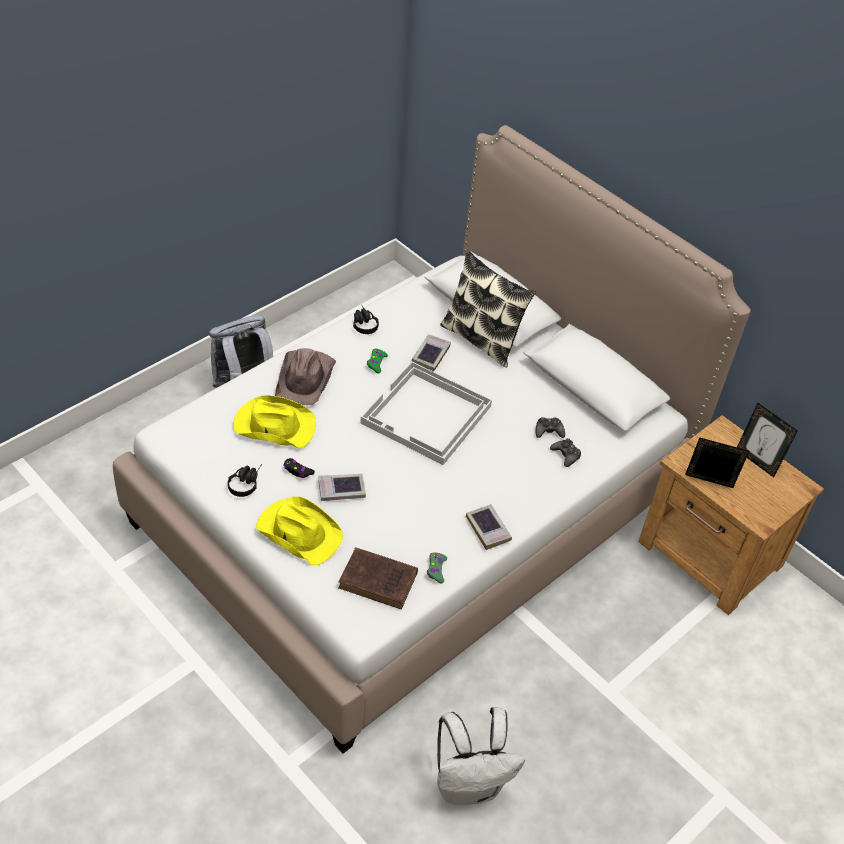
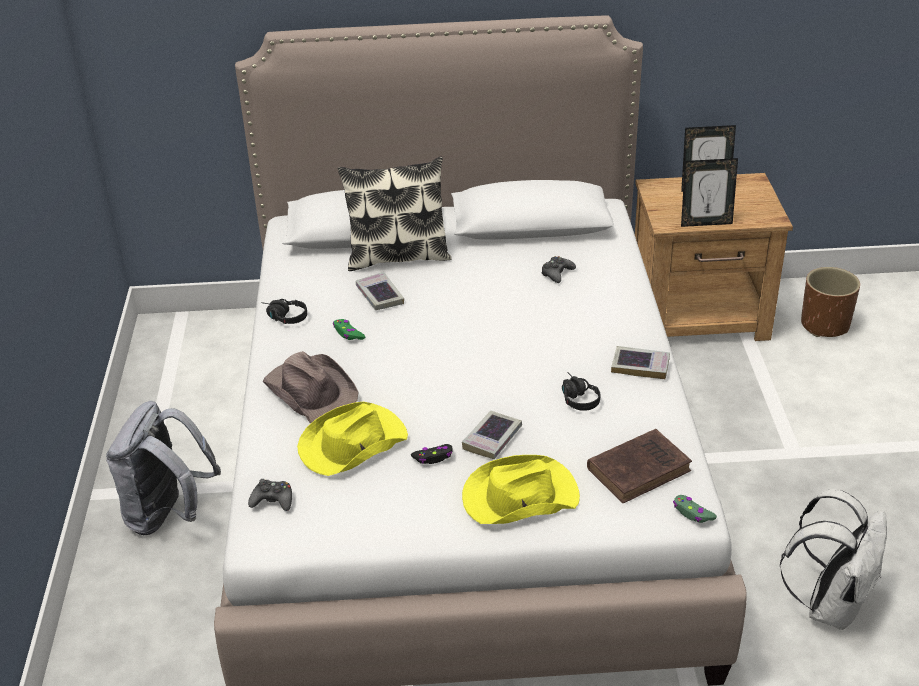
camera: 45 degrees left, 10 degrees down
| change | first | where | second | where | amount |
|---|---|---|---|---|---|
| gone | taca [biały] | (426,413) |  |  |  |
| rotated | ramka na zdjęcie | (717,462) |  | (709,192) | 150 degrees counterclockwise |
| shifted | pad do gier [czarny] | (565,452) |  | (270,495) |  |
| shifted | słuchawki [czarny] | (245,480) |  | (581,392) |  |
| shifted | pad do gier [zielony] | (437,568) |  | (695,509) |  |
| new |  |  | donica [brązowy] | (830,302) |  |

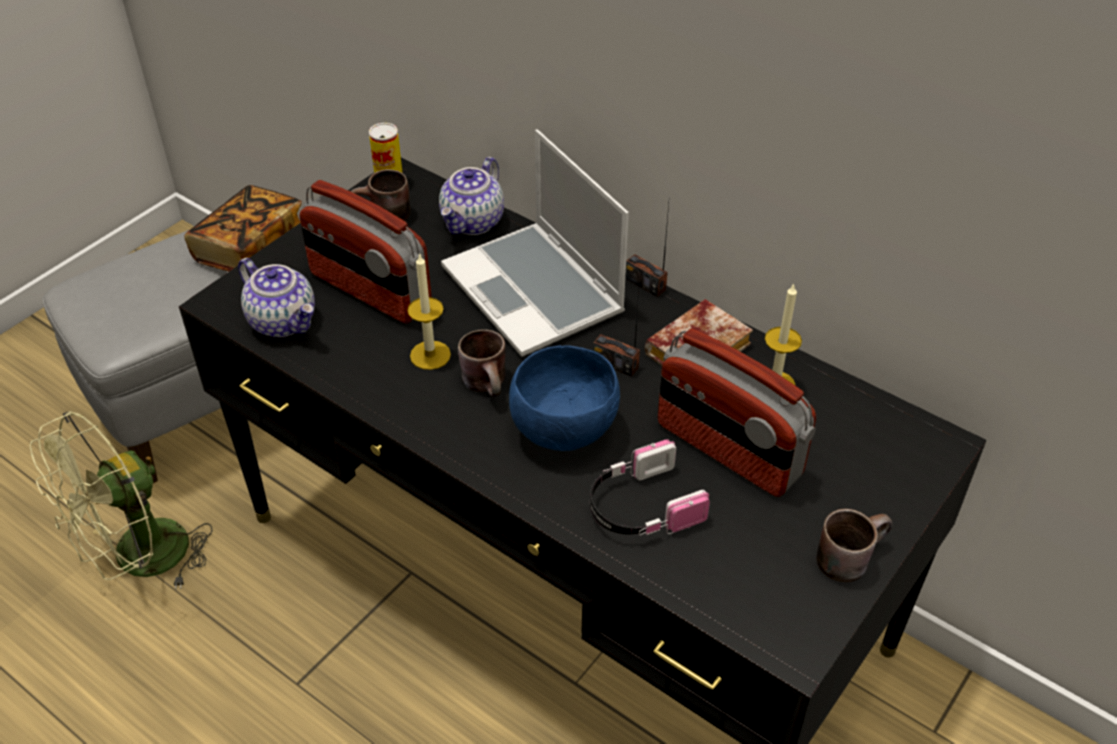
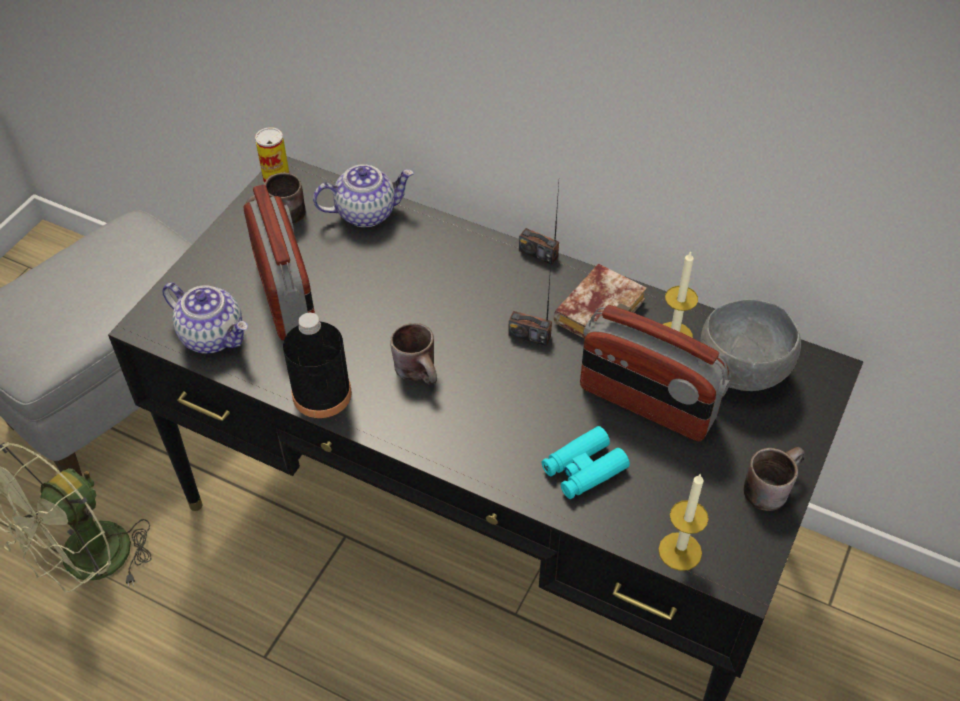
camera: 10 degrees left, 5 degrees up
| change | first | where | second | where | amount |
|---|---|---|---|---|---|
| gone | laptop | (535,243) |  |  |  |
| rotated | imbryk | (471,196) |  | (363,195) | 120 degrees counterclockwise |
| rotated | radio | (365,251) |  | (279,263) | 135 degrees counterclockwise |
| gone | książka | (243,228) |  |  |  |
| shifted | świeca | (429,311) |  | (683,522) |  |
| gone | miska [niebieski] | (564,398) |  |  |  |
| swapped | słuchawki | (650,487) | lornetka [turkusowy] | (586,462) |  |
| new |  |  | miska [szary] | (750,345) |  |
| new |  |  | butelka [czarny] | (317,365) |  |

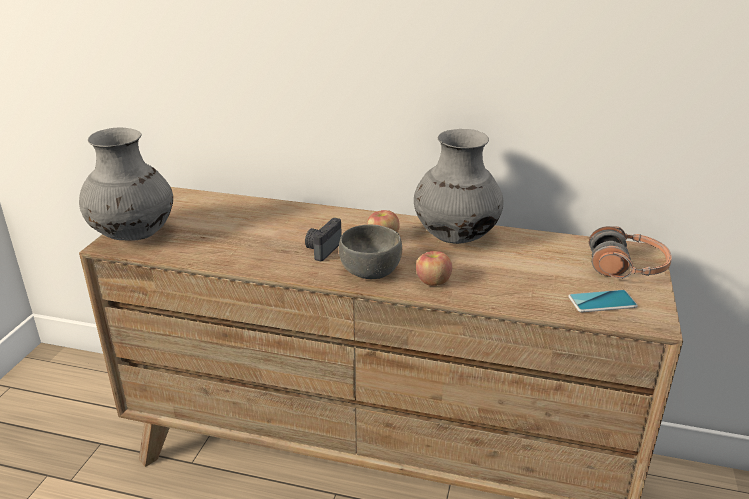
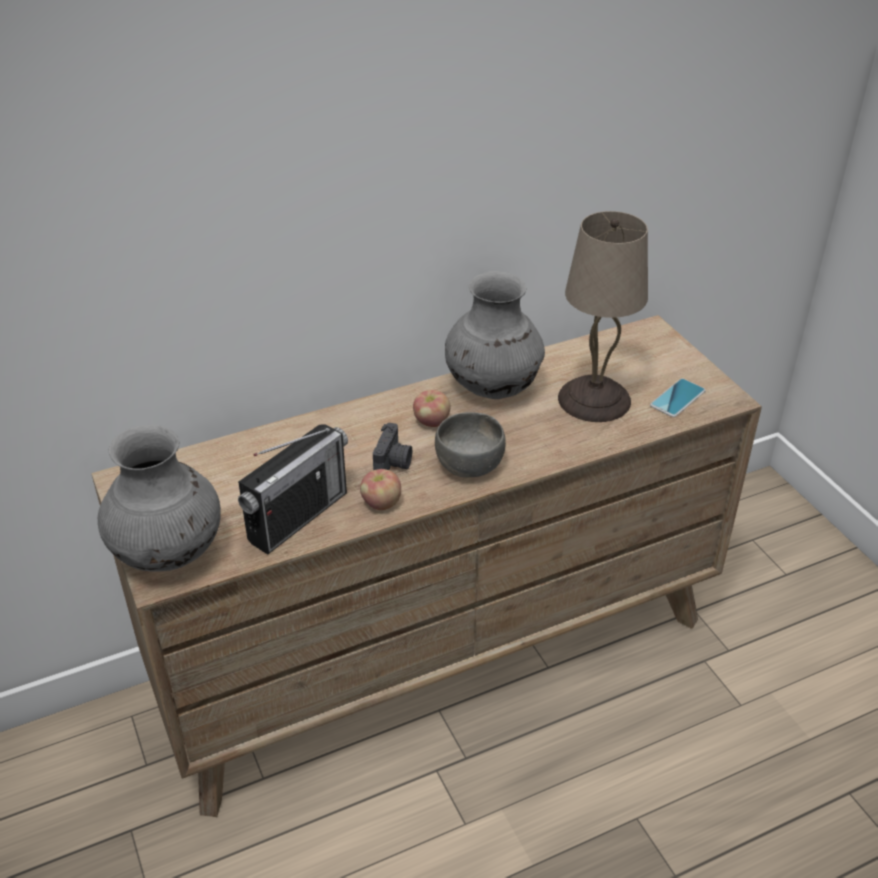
camera: 40 degrees left, 10 degrees up
| change | first | where | second | where | amount |
|---|---|---|---|---|---|
| rotated | aparat fotograficzny | (323,239) |  | (392,446) | 150 degrees counterclockwise |
| gone | słuchawki | (630,252) |  |  |  |
| shifted | jabłko | (434,268) |  | (380,489) |  |
| new |  |  | lampa stołowa [beżowy] | (603,316) |  |
| new |  |  | radio | (293,489) |  |

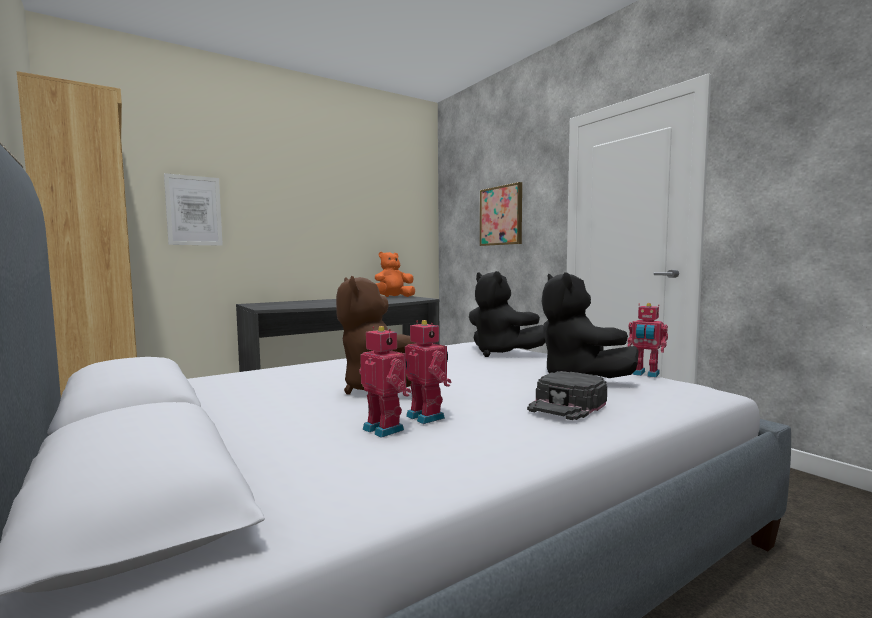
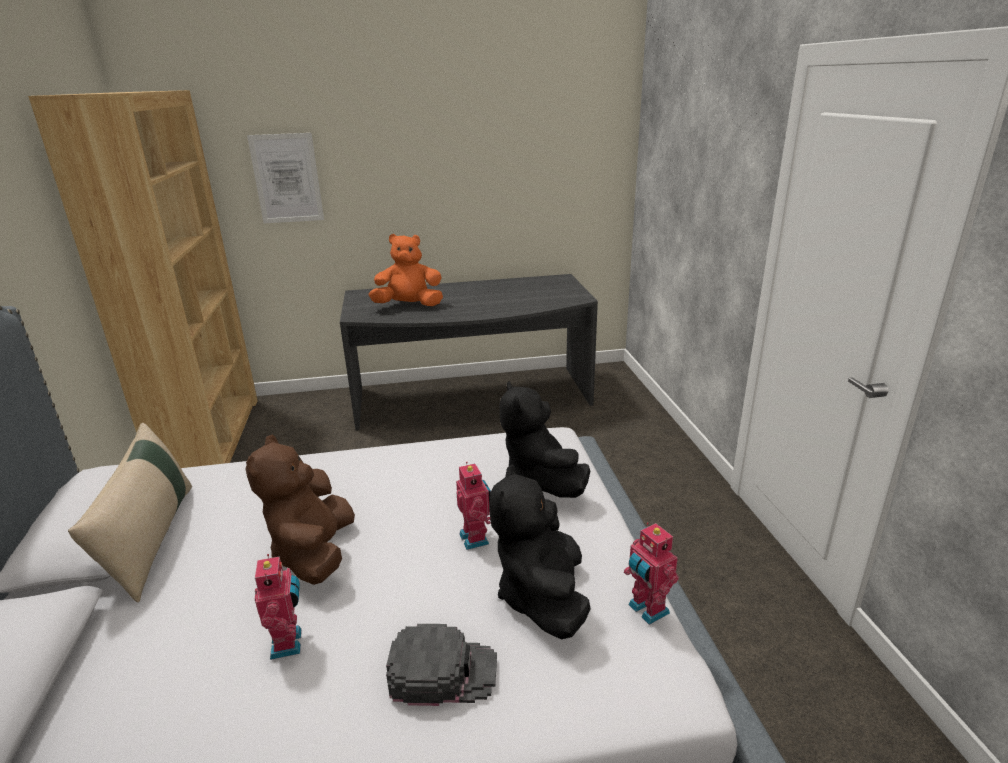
camera: 25 degrees right, 20 degrees up
| change | first | where | second | where | amount |
|---|---|---|---|---|---|
| gone | obraz | (501,214) |  |  |  |
| shifted | pluszak [pomarańczowy] | (395,274) |  | (406,270) |  |
| shifted | robot zabawkowy | (385,382) |  | (473,506) |  |
| rotated | czapka z daszkiem [czarny] | (567,395) |  | (441,665) | 150 degrees counterclockwise |
| new |  |  | poduszka [beżowy] | (130,512) |  |

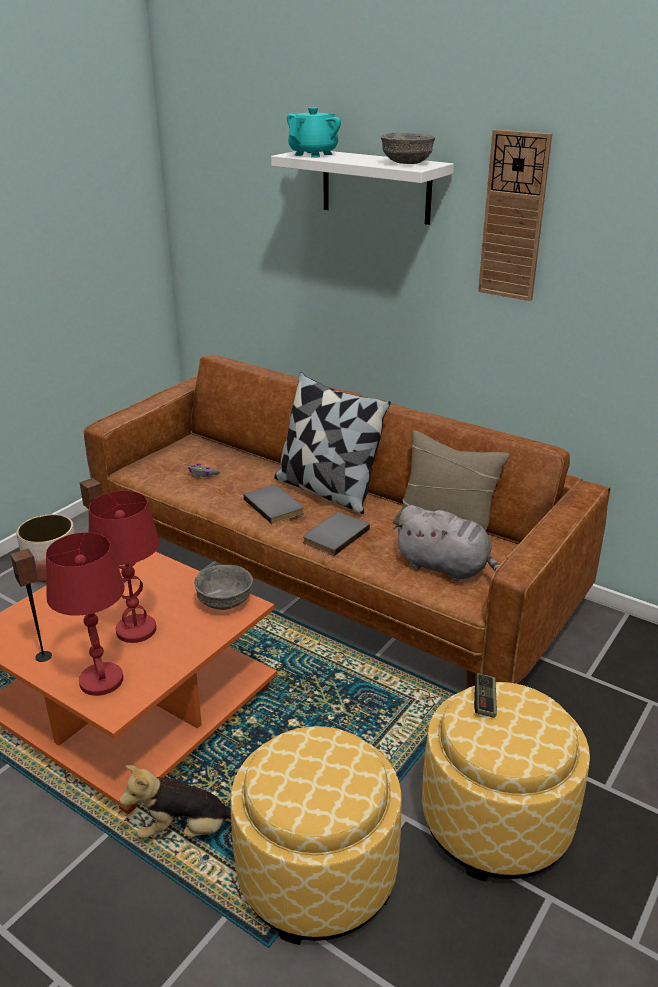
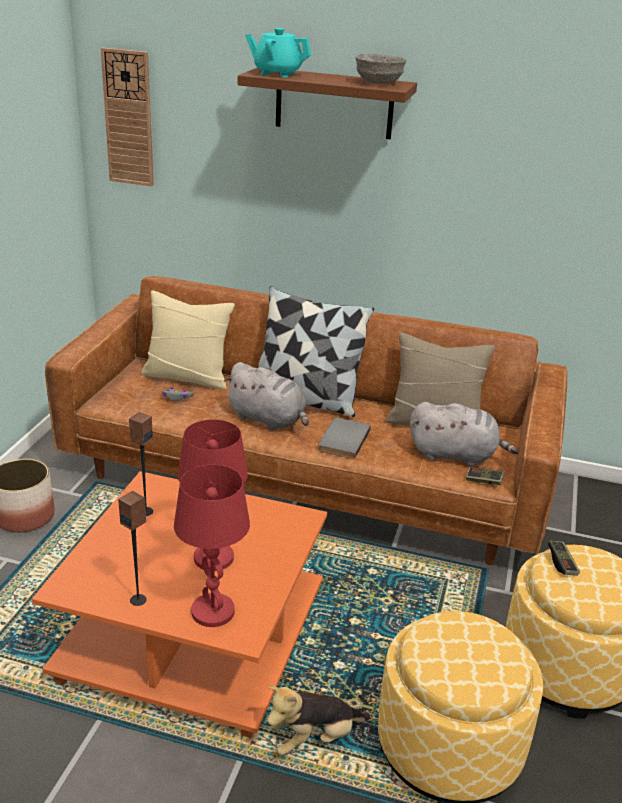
camera: 20 degrees left, 0 degrees up
| change | first | where | second | where | amount |
|---|---|---|---|---|---|
| rotated | imbryk [turkusowy] | (314,132) |  | (278,52) | 90 degrees counterclockwise |
| shifted | zegar ścienny | (515,215) |  | (127,116) |  |
| repainted | półka [biały] | (362,188) | półka [brązowy] | (327,103) |  |
| swapped | książka [szary] | (273,504) | pluszak [szary] | (266,396) |  |
| gone | miska [szary] | (223,587) |  |  |  |
| new |  |  | poduszka [beżowy] | (188,340) |  |
| new |  |  | pad do gier | (485,476) |  |

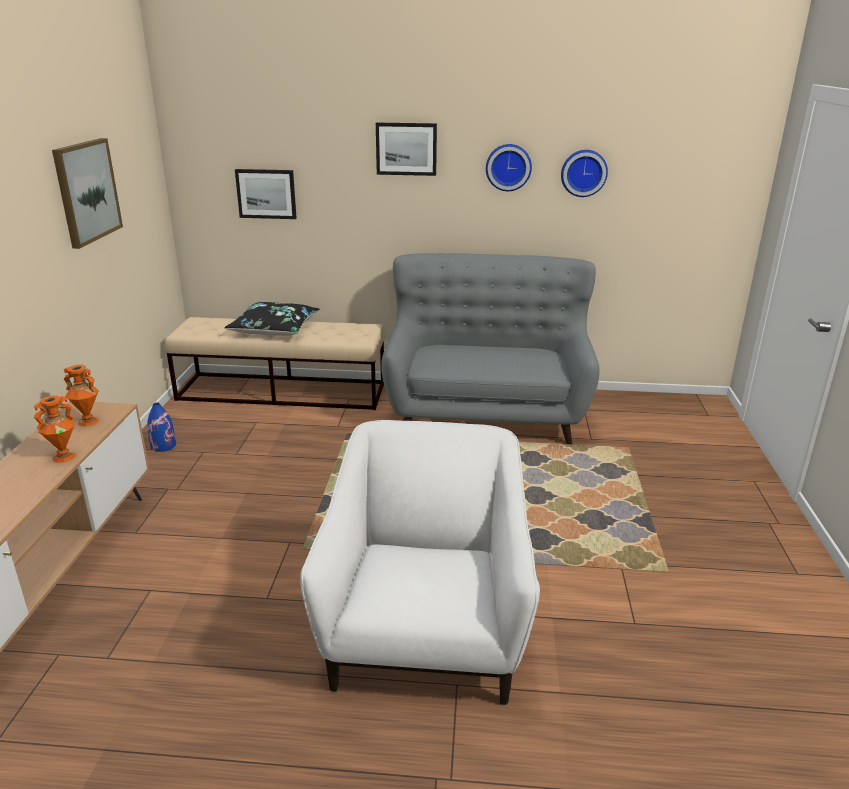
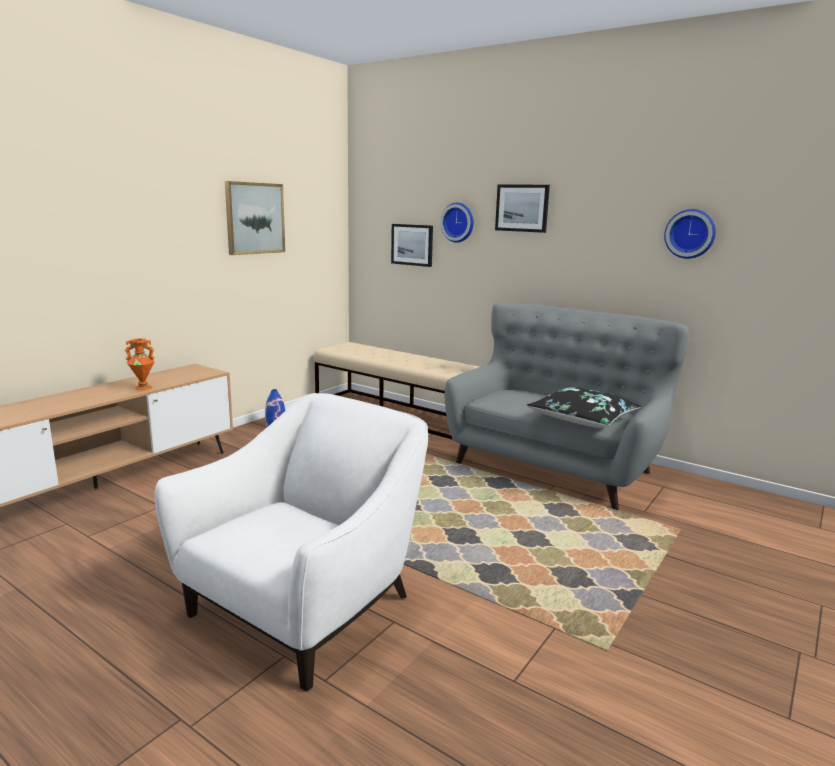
camera: 30 degrees right, 10 degrees down
| change | first | where | second | where | amount |
|---|---|---|---|---|---|
| shifted | zegar ścienny | (509,167) |  | (457,222) |  |
| shifted | poduszka [czarny] | (272,319) |  | (583,407) |  |
| gone | wazon [pomarańczowy] | (81,396) |  |  |  |

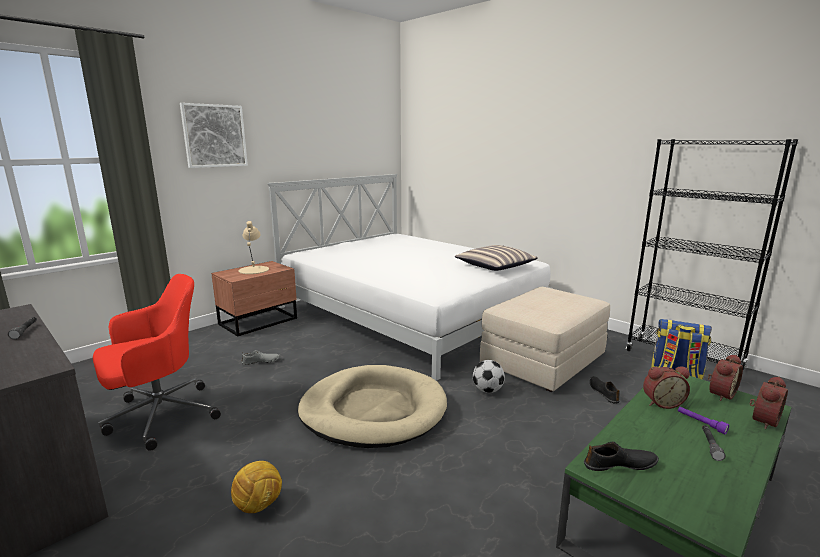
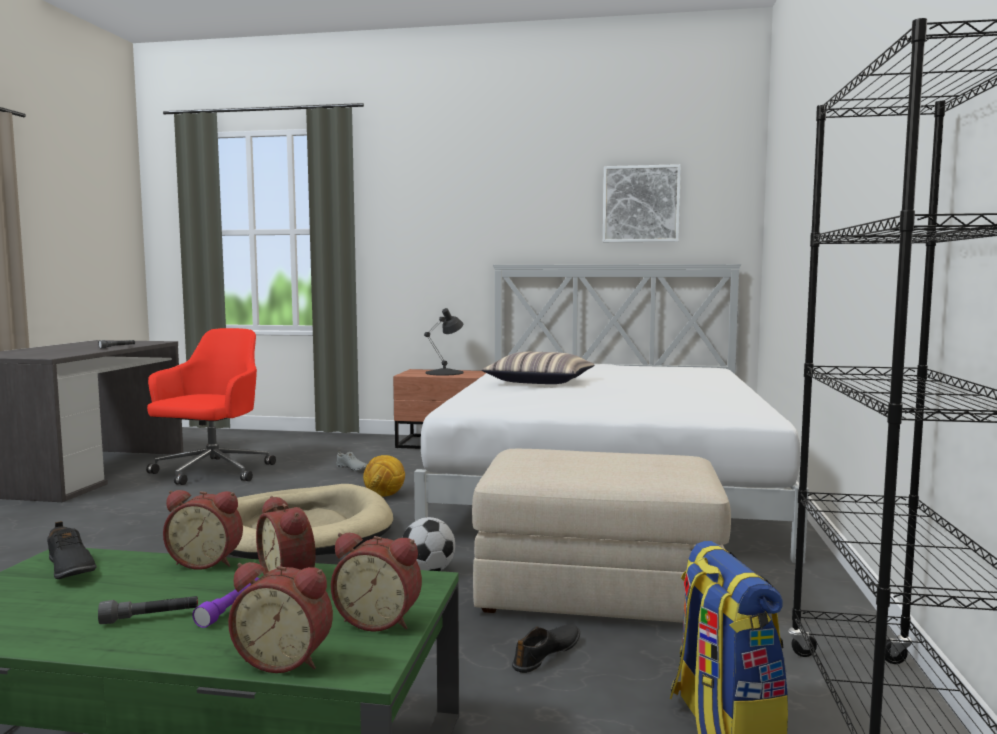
camera: 55 degrees right, 10 degrees down
| change | first | where | second | where | amount |
|---|---|---|---|---|---|
| shifted | obraz | (214,135) |  | (642,203) |  |
| repainted | lampa stołowa [beżowy] | (254,247) | lampa stołowa [czarny] | (444,342) |  |
| shifted | poduszka | (496,258) |  | (538,368) |  |
| rotated | krzesło biurowe [czerwony] | (157,362) |  | (211,406) | 90 degrees counterclockwise |
| shifted | piłka futbolowa | (256,487) |  | (384,476) |  |
| new |  |  | budzik | (203,530) |  |

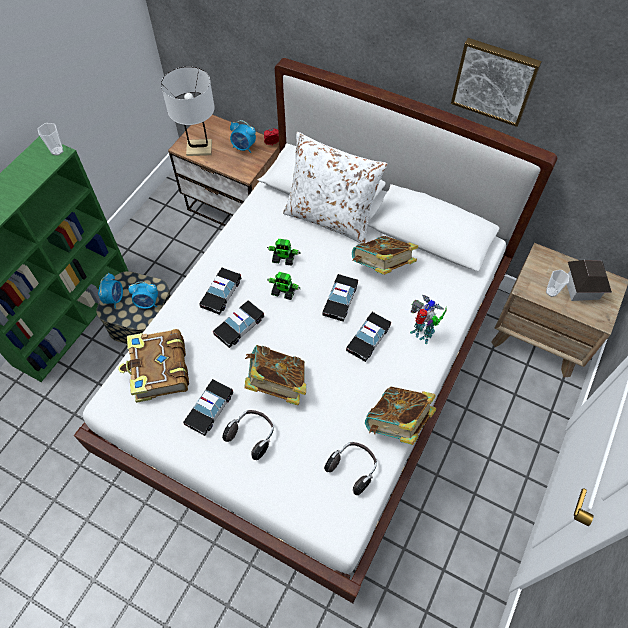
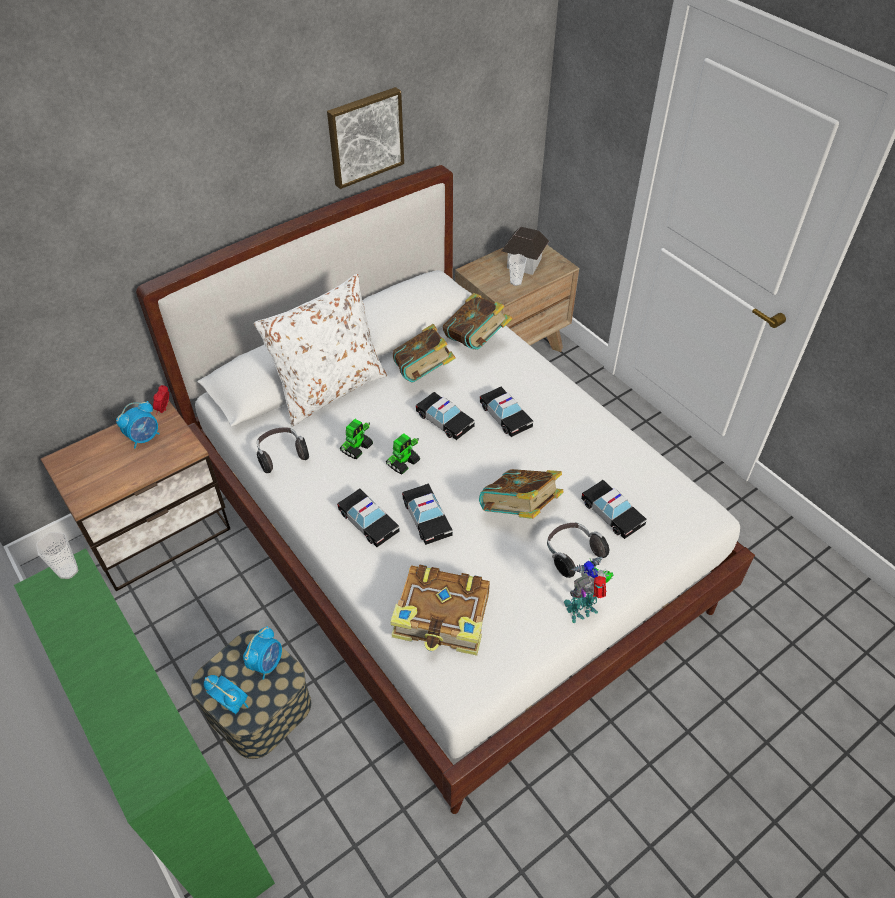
camera: 65 degrees left, 10 degrees down
| change | first | where | second | where | amount |
|---|---|---|---|---|---|
| gone | lampa stołowa [biały] | (188,111) |  |  |  |
| shifted | robot zabawkowy | (428,319) |  | (589,590) |  |
| shifted | samochodzik | (208,407) |  | (614,509) |  |
| shifted | książka | (400,416) |  | (478,321) |  |
| shifted | słuchawki | (350,468) |  | (283,450) |  |

